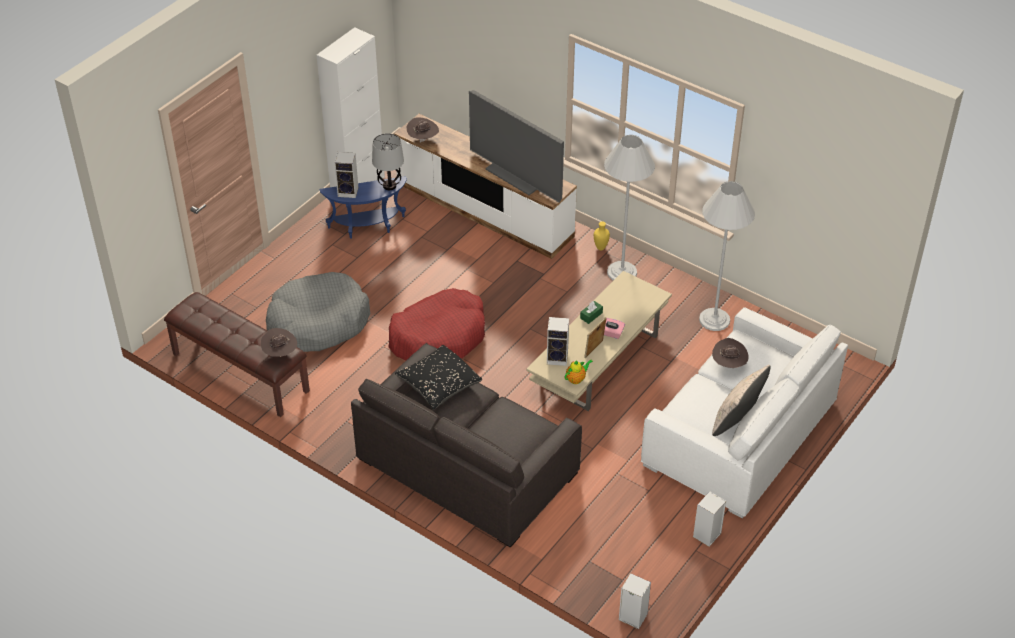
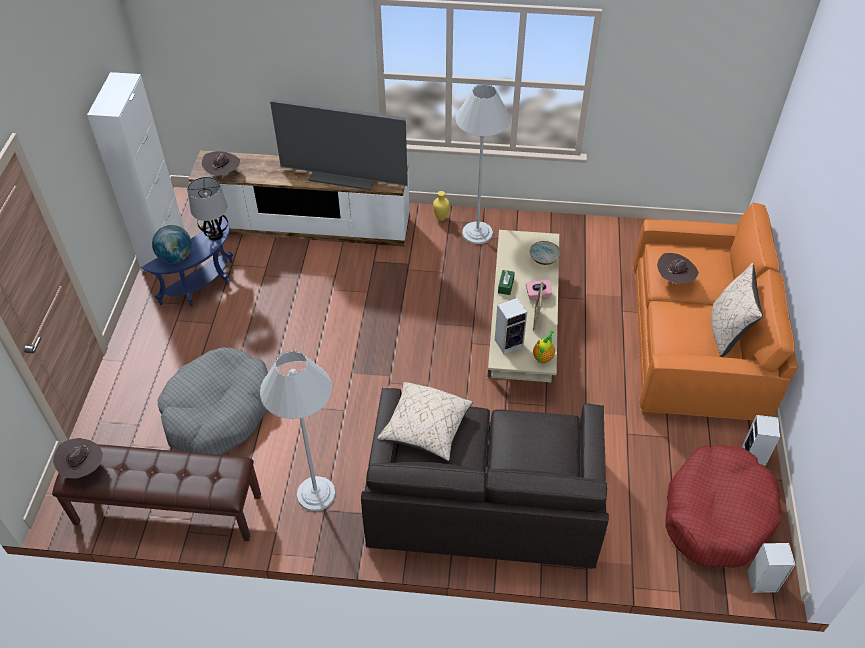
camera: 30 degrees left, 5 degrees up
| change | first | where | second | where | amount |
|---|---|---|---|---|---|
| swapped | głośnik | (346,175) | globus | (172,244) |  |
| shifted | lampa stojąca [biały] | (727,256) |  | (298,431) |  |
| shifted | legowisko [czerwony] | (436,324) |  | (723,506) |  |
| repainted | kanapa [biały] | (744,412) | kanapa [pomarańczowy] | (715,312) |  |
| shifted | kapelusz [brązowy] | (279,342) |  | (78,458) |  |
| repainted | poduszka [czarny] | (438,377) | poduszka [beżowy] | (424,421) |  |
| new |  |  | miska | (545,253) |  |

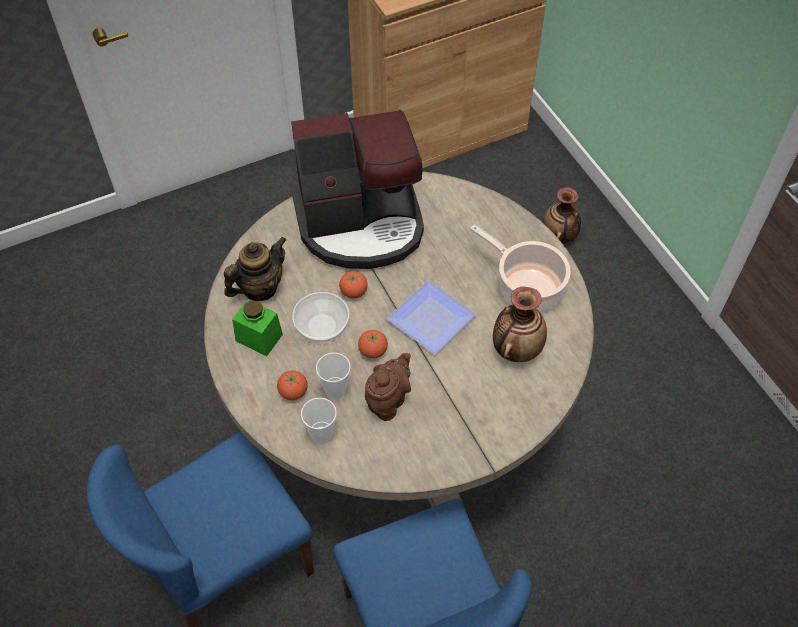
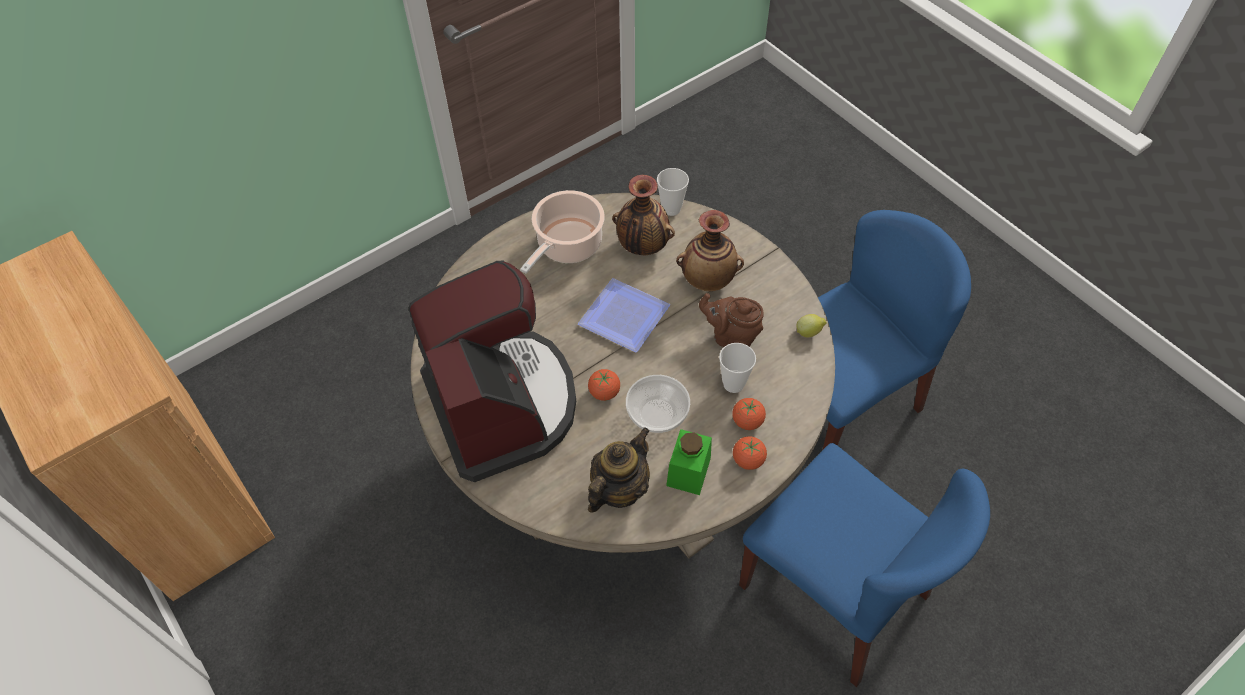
camera: 100 degrees left, 0 degrees up
| change | first | where | second | where | amount |
|---|---|---|---|---|---|
| shifted | wazon | (561,215) |  | (710,250) |  |
| rotated | imbryk | (255,269) |  | (619,470) | 90 degrees clockwise |
| shifted | pomidor | (373,344) |  | (750,453) |  |
| shifted | filiżanka | (319,421) |  | (673,192) |  |
| new |  |  | cytryna | (811,325) |  |

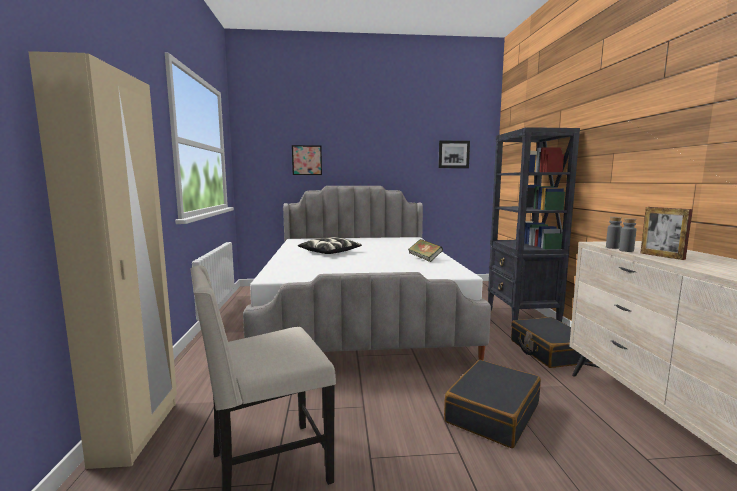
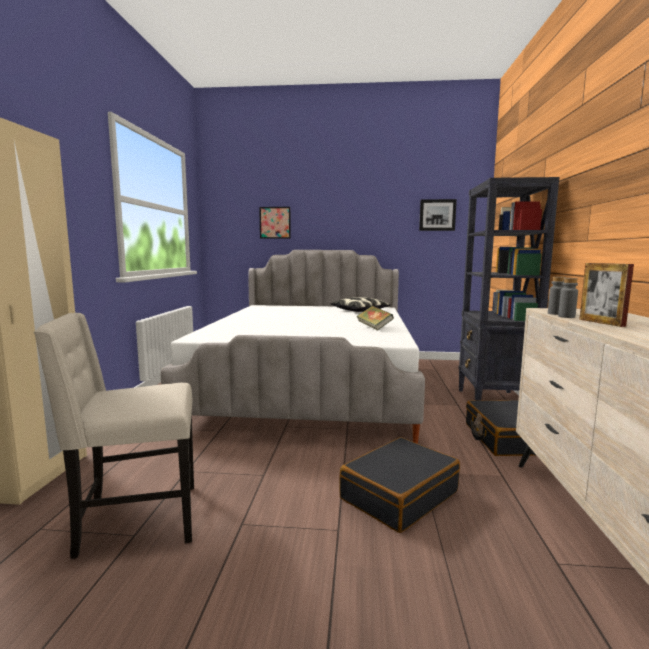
camera: 10 degrees right, 0 degrees up
| change | first | where | second | where | amount |
|---|---|---|---|---|---|
| shifted | poduszka | (330,245) |  | (361,304) |  |

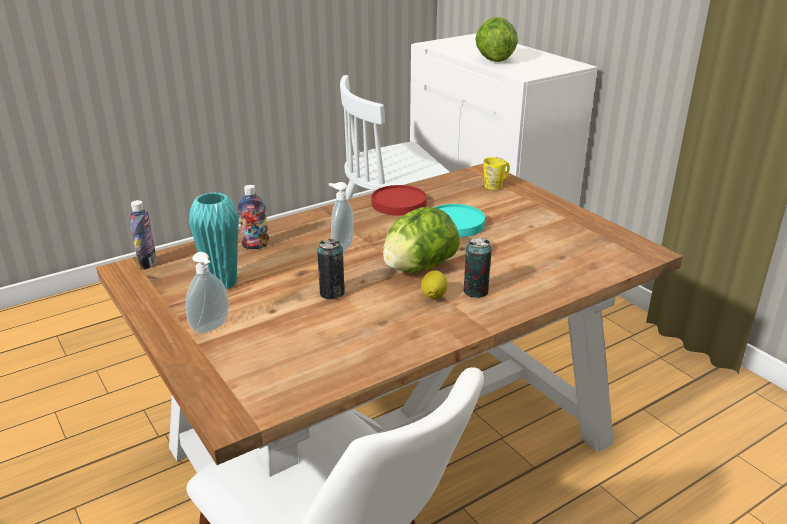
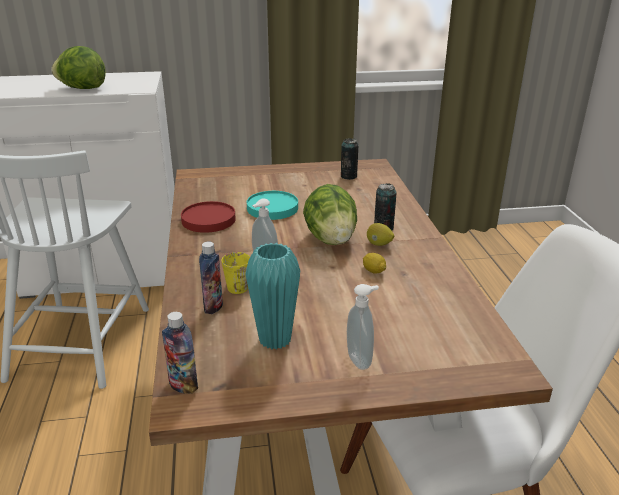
camera: 65 degrees left, 0 degrees up
| change | first | where | second | where | amount |
|---|---|---|---|---|---|
| shifted | kubek [żółty] | (496,173) |  | (235,273) |  |
| shifted | puszka | (331,269) |  | (350,159) |  |
| new |  |  | cytryna | (374,263) |  |

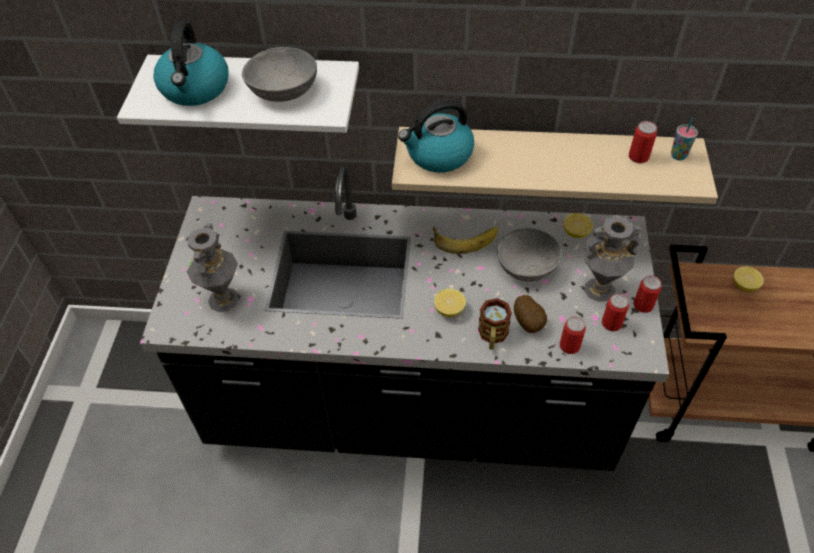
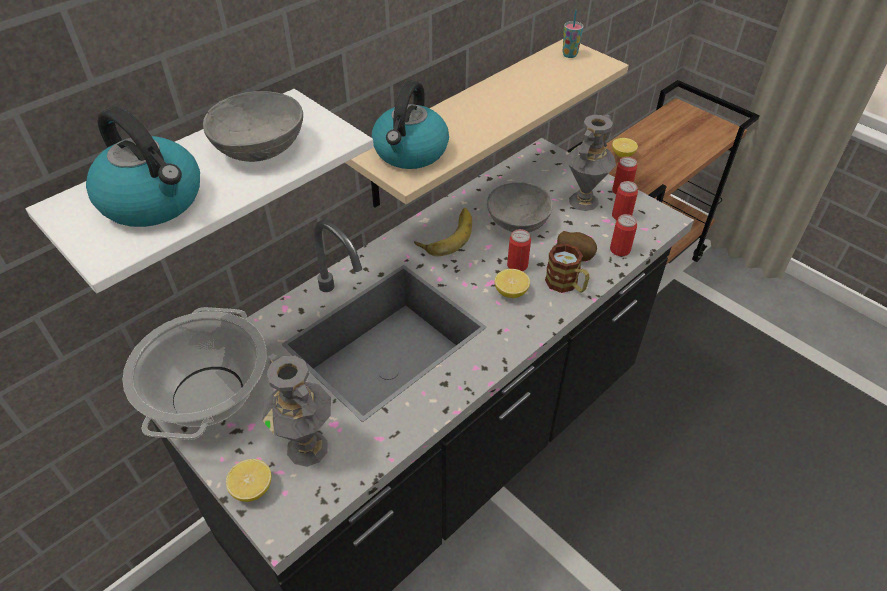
camera: 50 degrees left, 5 degrees down
| change | first | where | second | where | amount |
|---|---|---|---|---|---|
| shifted | puszka | (643,142) |  | (519,250) |  |
| shifted | cytryna | (578,225) |  | (248,480) |  |
| new |  |  | garnek | (194,373) |  |

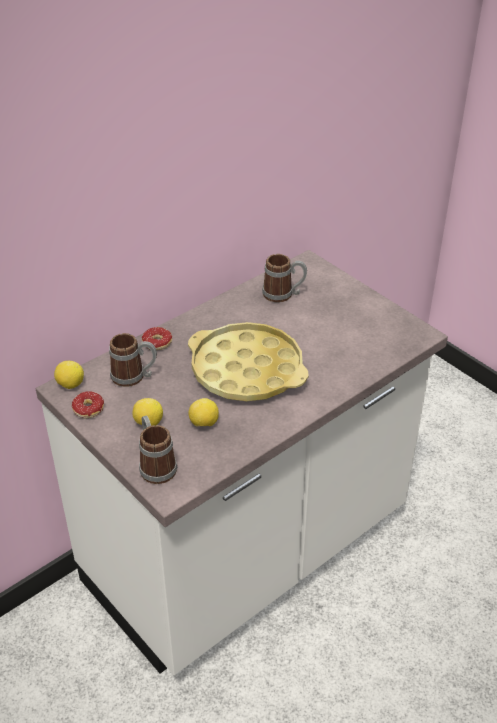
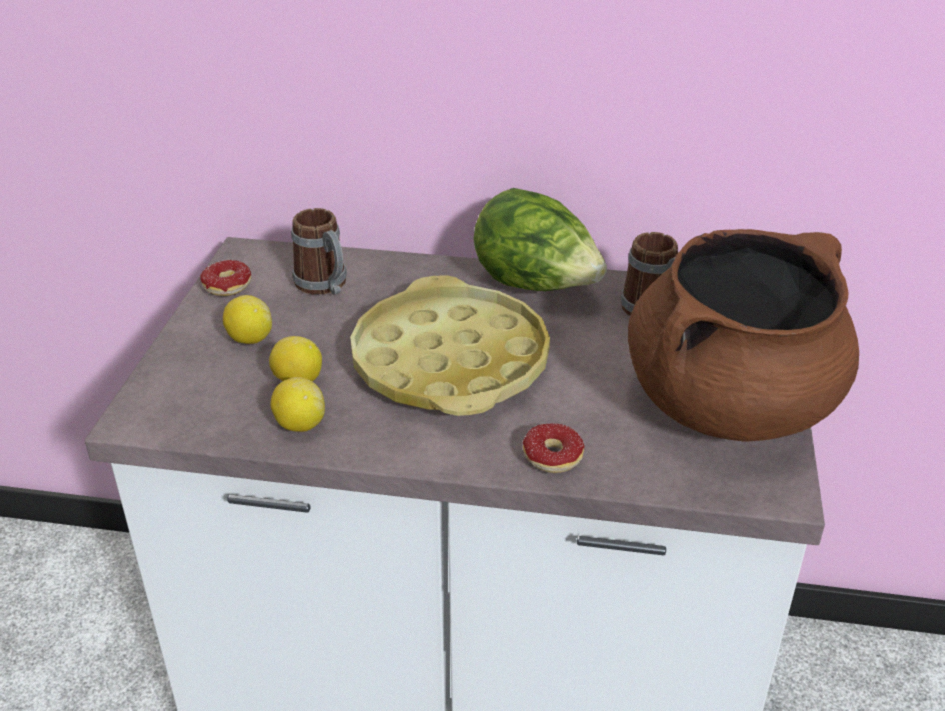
camera: 50 degrees right, 5 degrees down
| change | first | where | second | where | amount |
|---|---|---|---|---|---|
| shifted | donut | (157,338) |  | (554,448) |  |
| shifted | cytryna | (69,375) |  | (298,404) |  |
| gone | kubek | (158,449) |  |  |  |
| new |  |  | sałata | (540,239) |  |
| new |  |  | garnek [brązowy] | (743,335) |  |

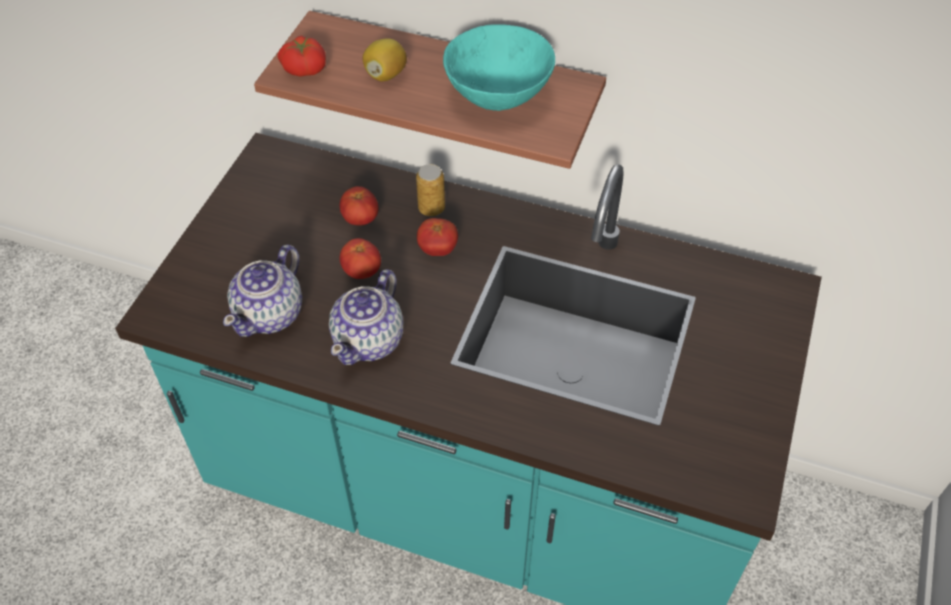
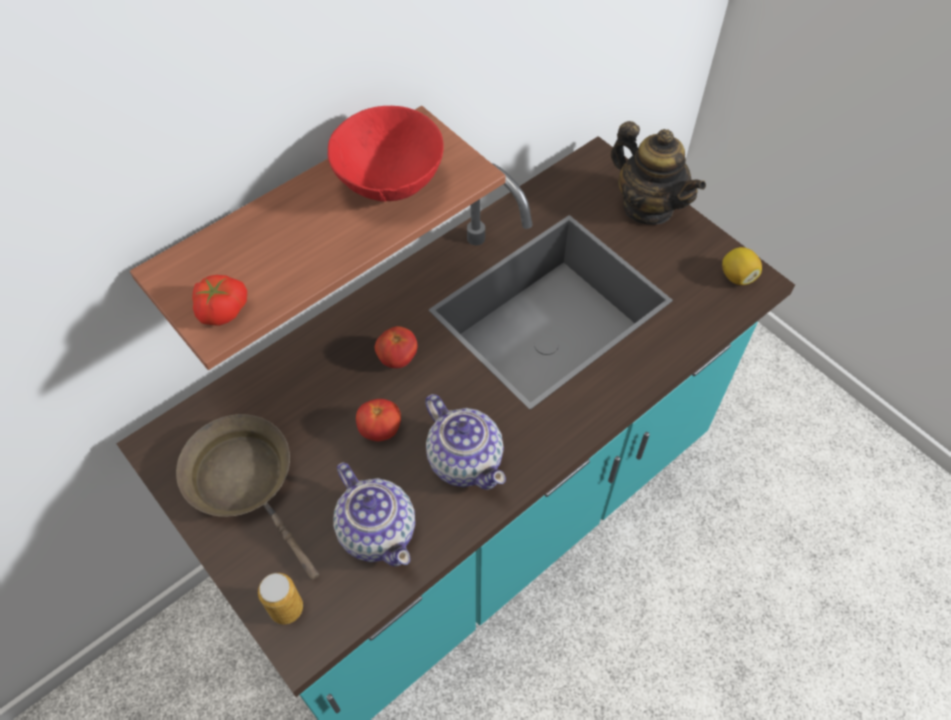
camera: 60 degrees left, 5 degrees up
| change | first | where | second | where | amount |
|---|---|---|---|---|---|
| repainted | miska [turkusowy] | (499,67) | miska [czerwony] | (386,154) |  |
| shifted | cytryna | (385,59) |  | (742,266) |  |
| shifted | puszka | (430,190) |  | (280,598) |  |
| gone | pomidor | (359,206) |  |  |  |
| new |  |  | imbryk | (658,173) |  |
| new |  |  | patelnia [brązowy] | (247,497) |  |

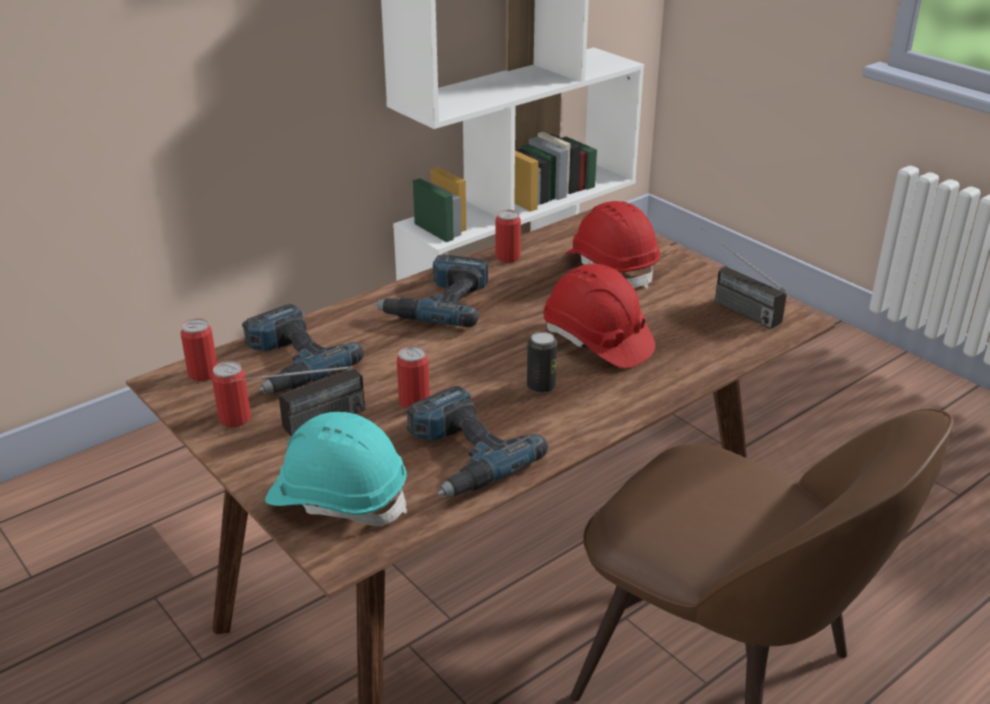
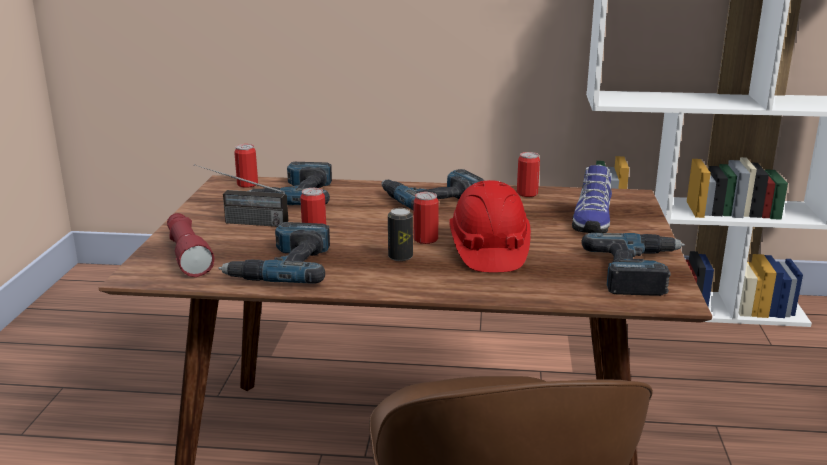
camera: 45 degrees right, 10 degrees down
| change | first | where | second | where | amount |
|---|---|---|---|---|---|
| swapped | kask [czerwony] | (612,245) | but | (592,199) |  |
| swapped | radio | (744,278) | wiertarka | (633,264) |  |
| shifted | puszka | (231,394) |  | (426,218) |  |
| swapped | kask [turkusowy] | (336,469) | latarka [czerwony] | (190,245) |  |

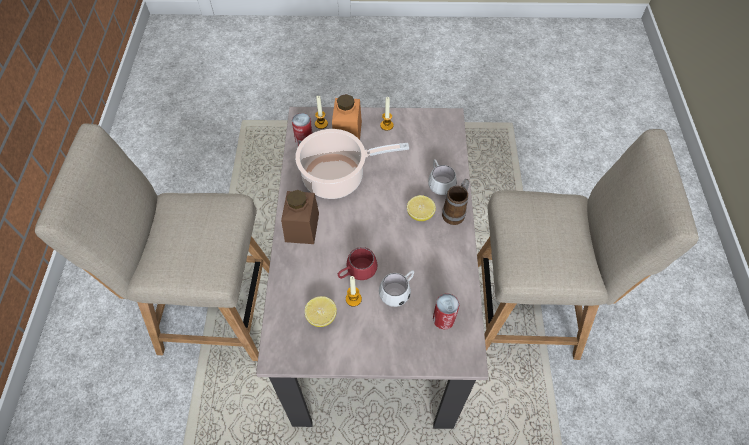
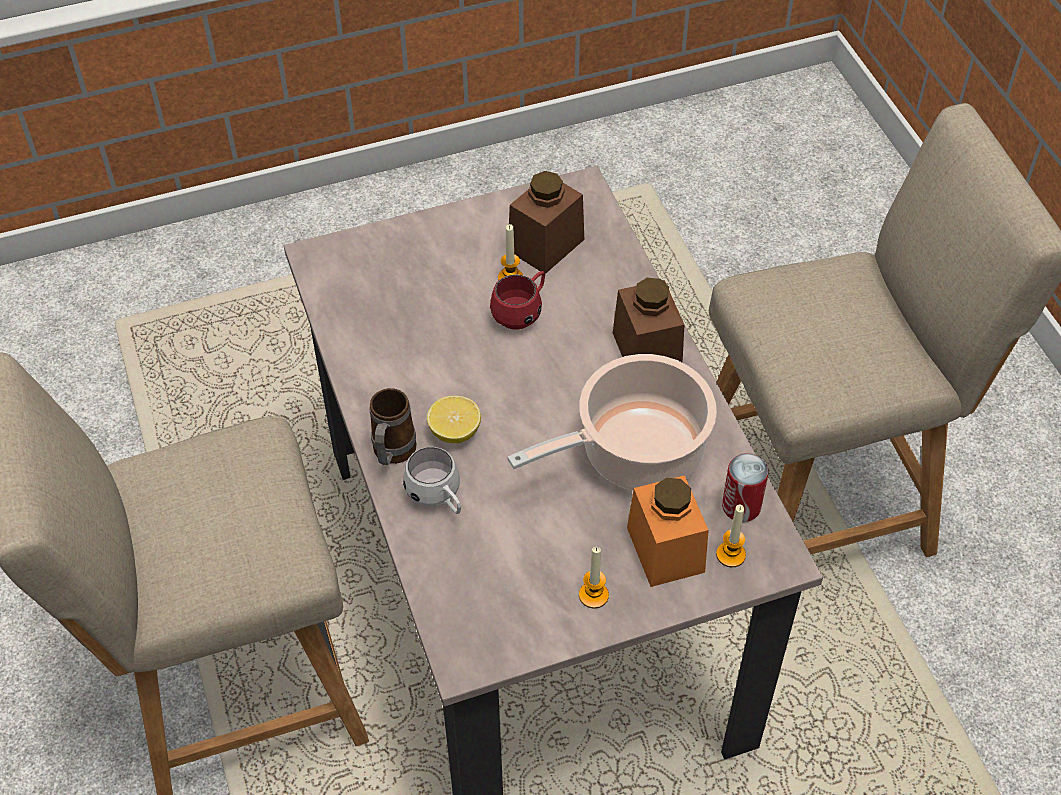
camera: 160 degrees right, 5 degrees down
| change | first | where | second | where | amount |
|---|---|---|---|---|---|
| gone | kubek [biały] | (396,288) |  |  |  |
| gone | puszka | (446,311) |  |  |  |
| swapped | cytryna | (321,311) | słoik [brązowy] | (546,222) |  |

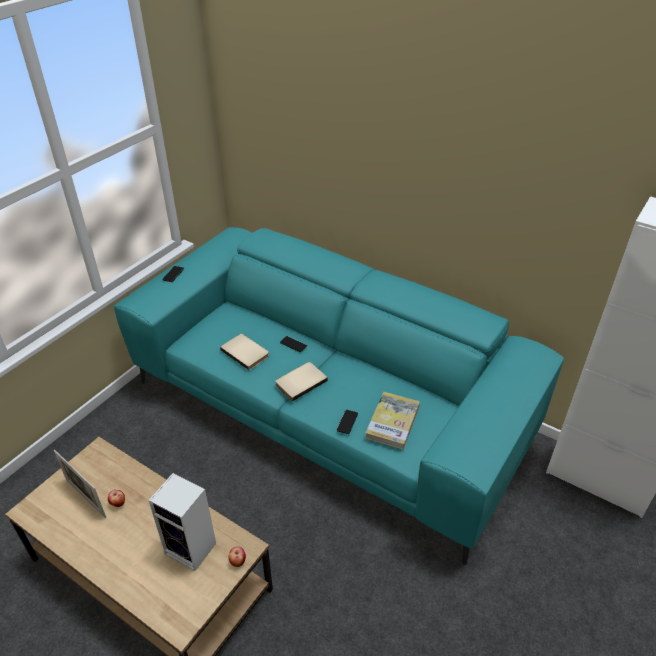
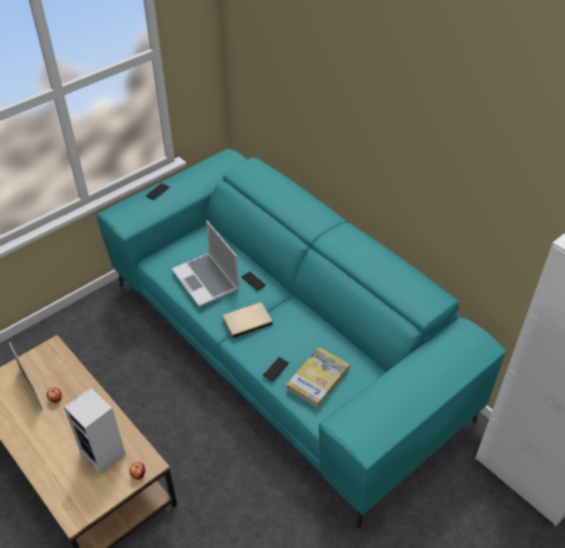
camera: 15 degrees right, 5 degrees up
| change | first | where | second | where | amount |
|---|---|---|---|---|---|
| swapped | książka [beżowy] | (244,352) | laptop | (205,264) |  |

